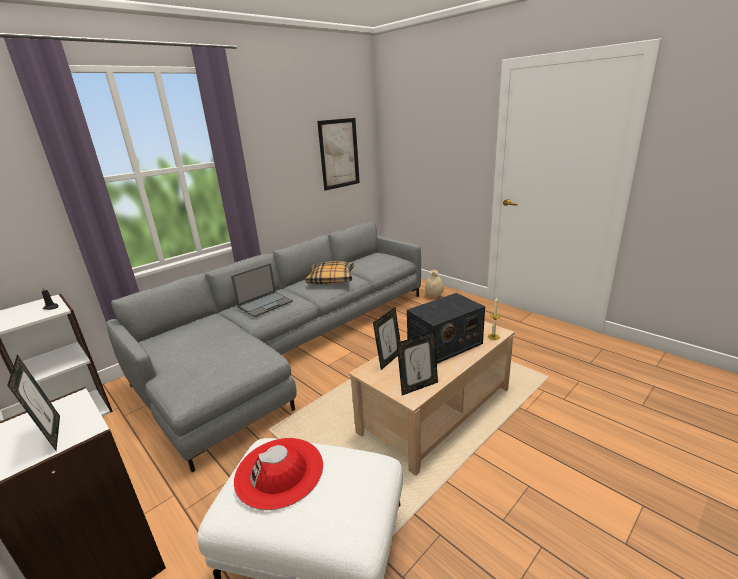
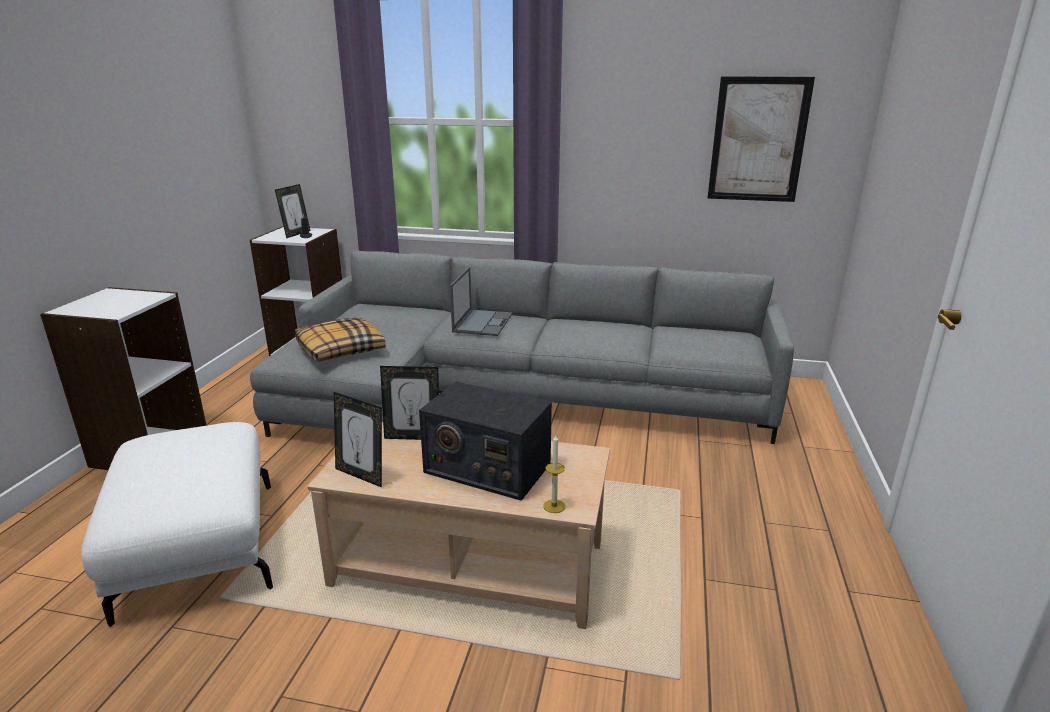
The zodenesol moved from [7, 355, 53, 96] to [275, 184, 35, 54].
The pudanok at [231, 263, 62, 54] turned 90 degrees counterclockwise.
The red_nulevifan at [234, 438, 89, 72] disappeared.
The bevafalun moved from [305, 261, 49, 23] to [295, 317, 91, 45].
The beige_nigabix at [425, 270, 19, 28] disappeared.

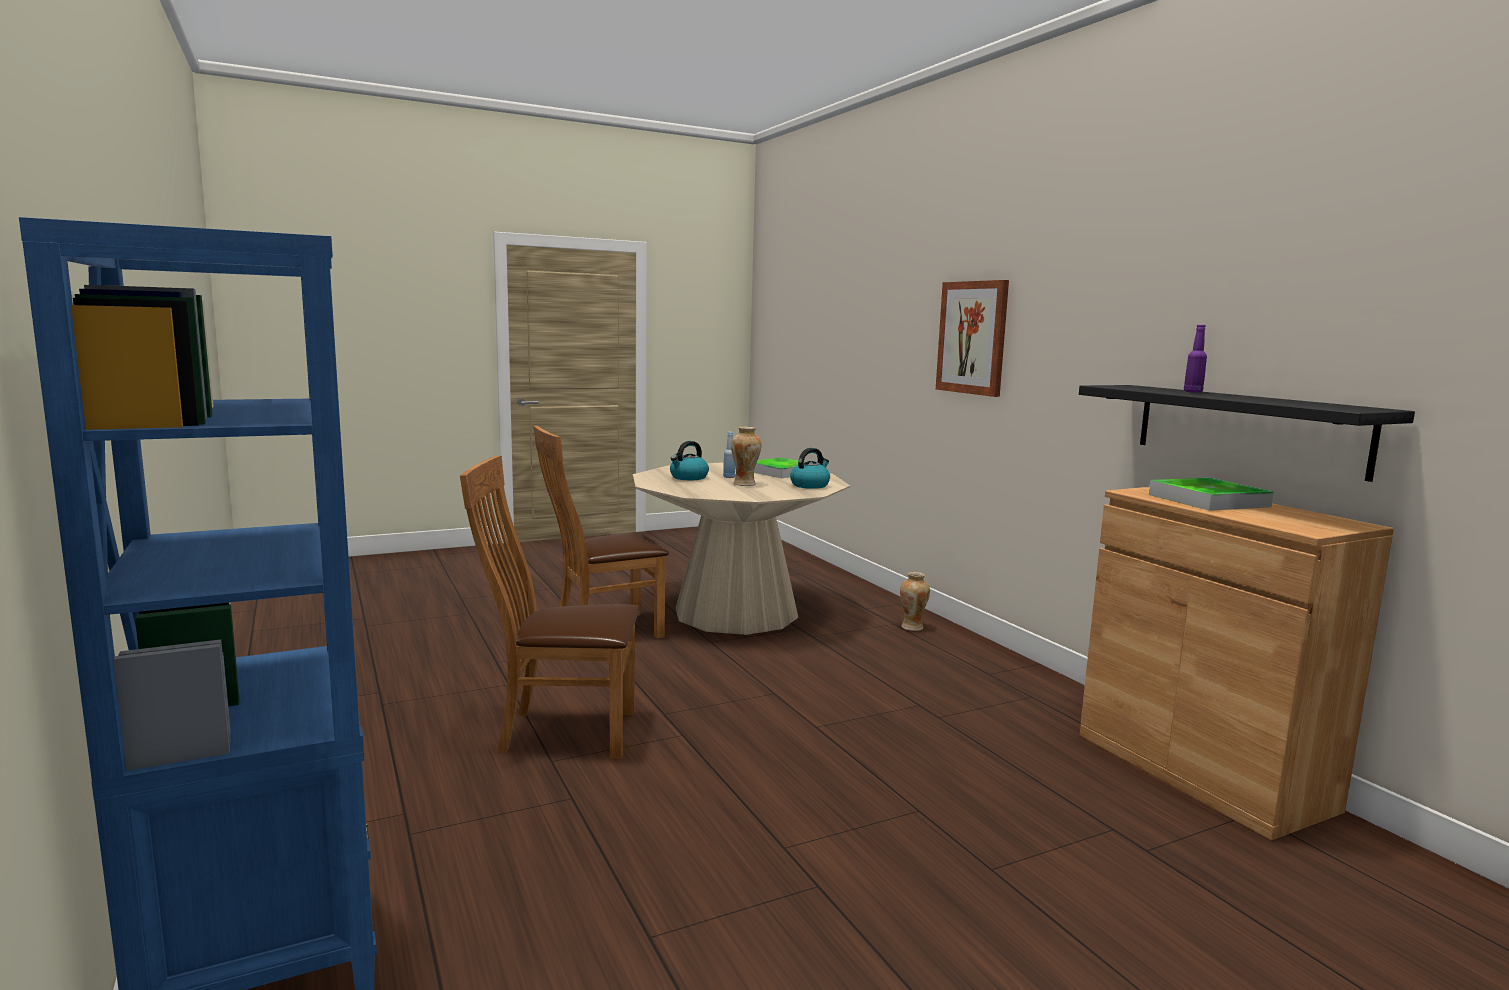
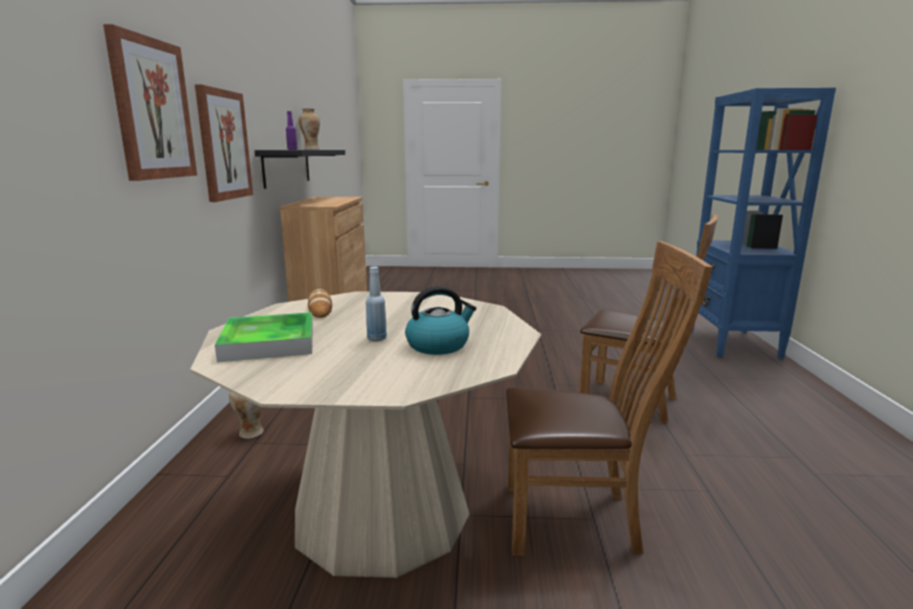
The nigabix moved from [731, 426, 31, 60] to [299, 108, 21, 42].
The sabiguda at [790, 448, 40, 41] was replaced by the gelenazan at [308, 289, 24, 29].
The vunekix at [1149, 478, 125, 33] disappeared.
The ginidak at [195, 85, 58, 117] appeared.

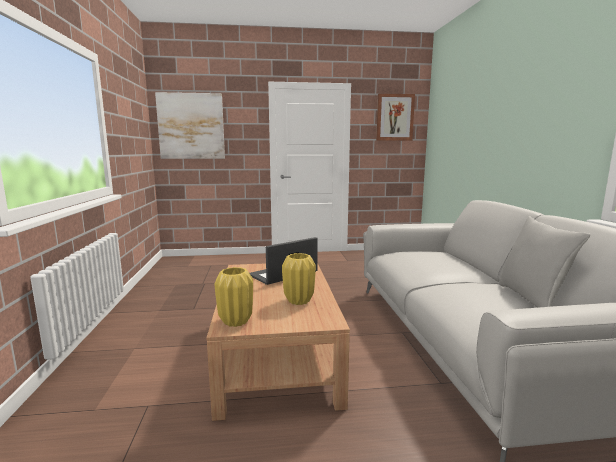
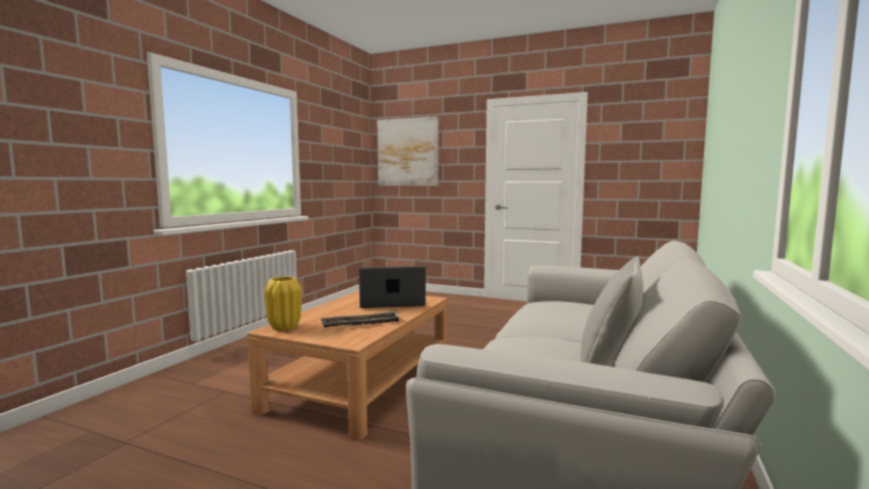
The yellow_nigabix at [282, 253, 34, 52] was replaced by the vunekix at [320, 311, 81, 16].
The ginidak at [376, 93, 39, 48] disappeared.

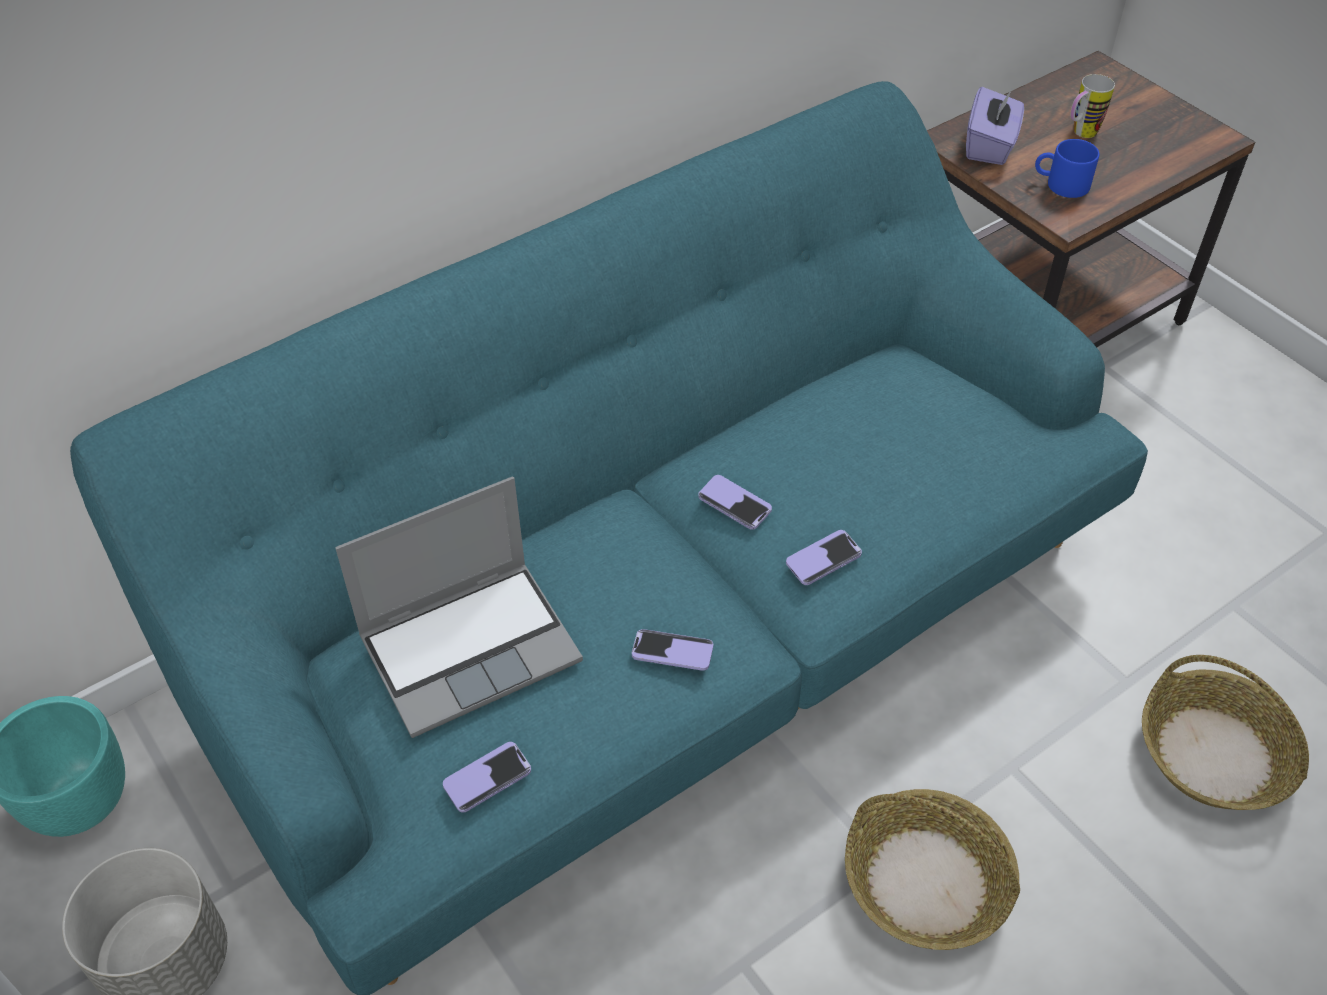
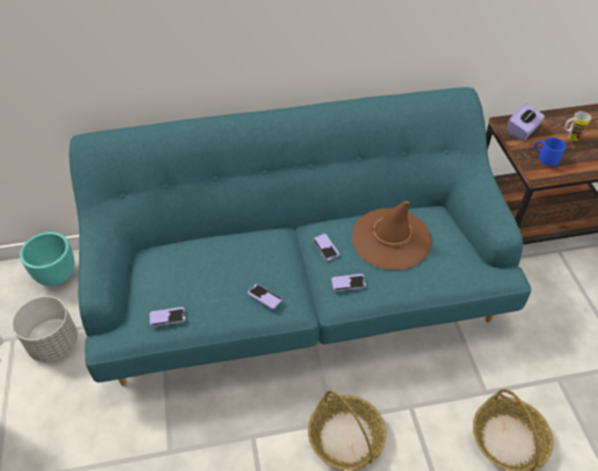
The pudanok at [335, 477, 248, 261] disappeared.
The brown_nulevifan at [352, 200, 80, 70] appeared.

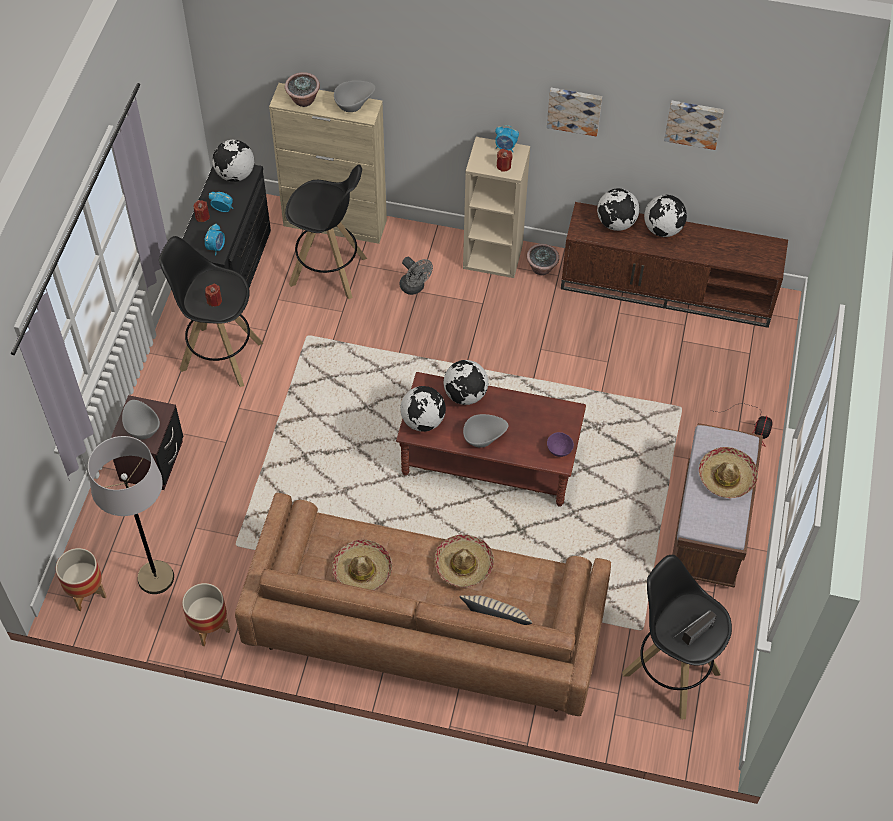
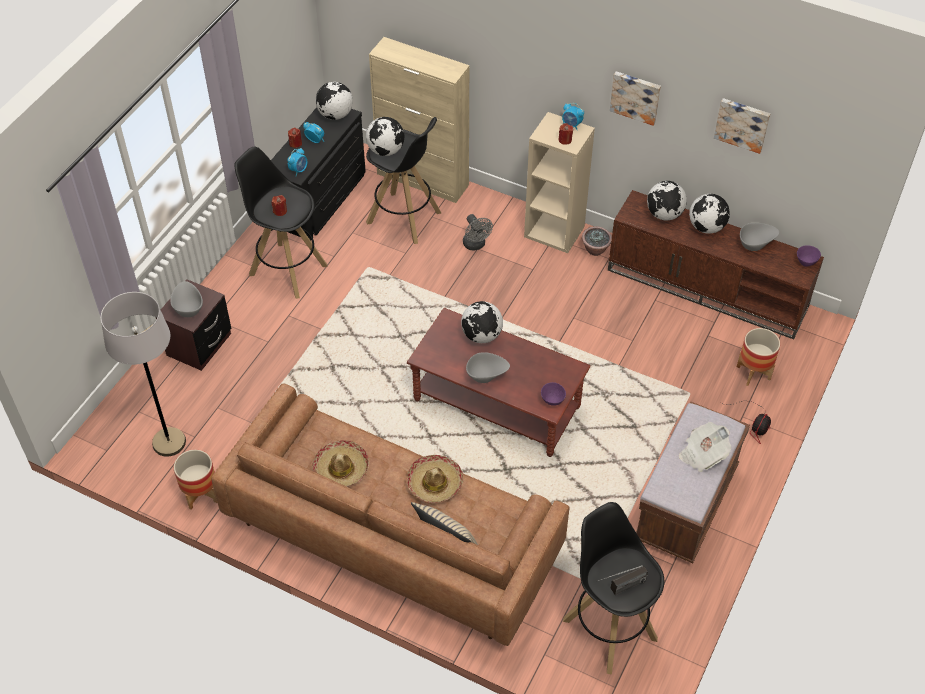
The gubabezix moved from [56, 548, 51, 63] to [737, 328, 43, 58].
The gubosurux at [285, 72, 35, 35] disappeared.
The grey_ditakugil moved from [334, 81, 41, 31] to [740, 223, 39, 28].
The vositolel moved from [400, 386, 46, 46] to [366, 117, 39, 39].
The nulevifan at [699, 447, 59, 52] was replaced by the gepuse at [679, 422, 52, 50].
The purple_ditakugil at [797, 245, 24, 21] appeared.

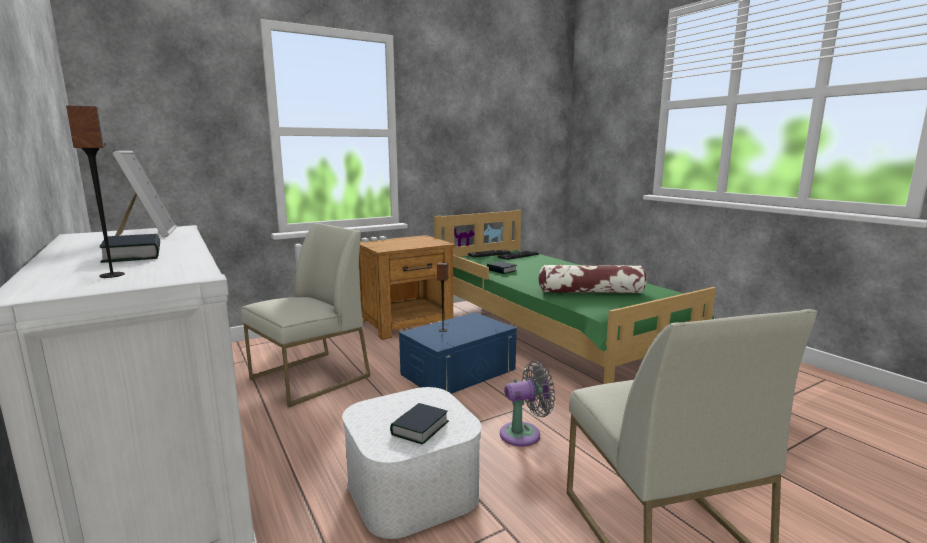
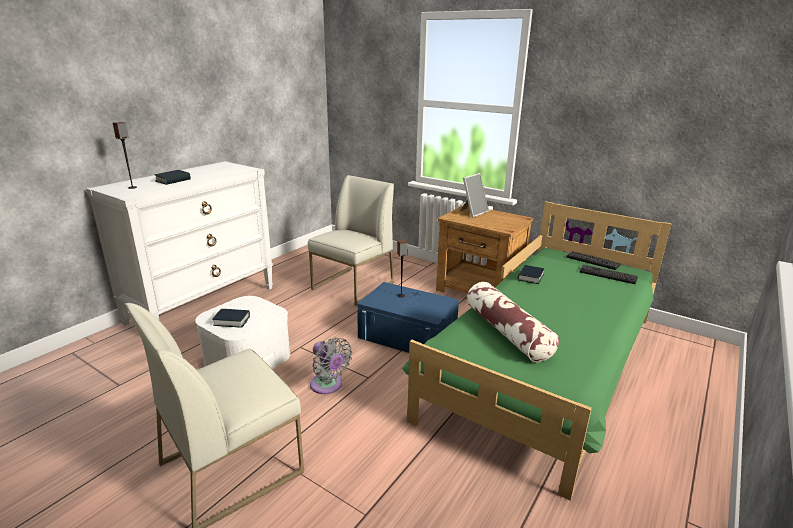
The zodenesol moved from [112, 151, 65, 86] to [460, 173, 29, 45].
The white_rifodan at [241, 223, 129, 184] turned 75 degrees counterclockwise.

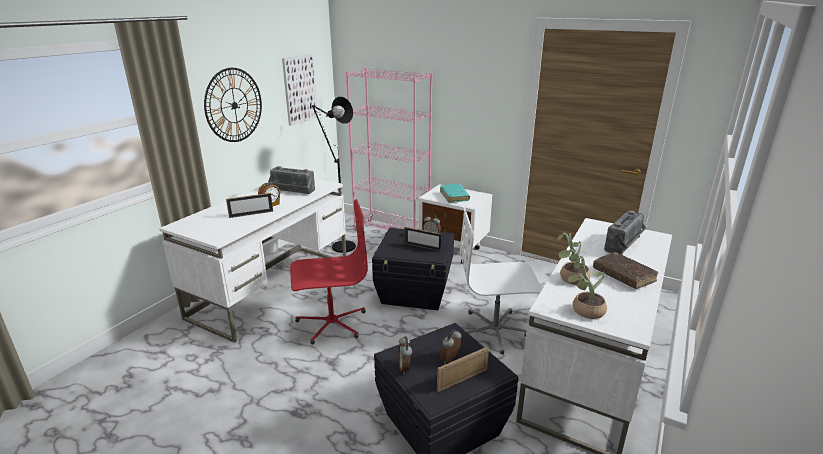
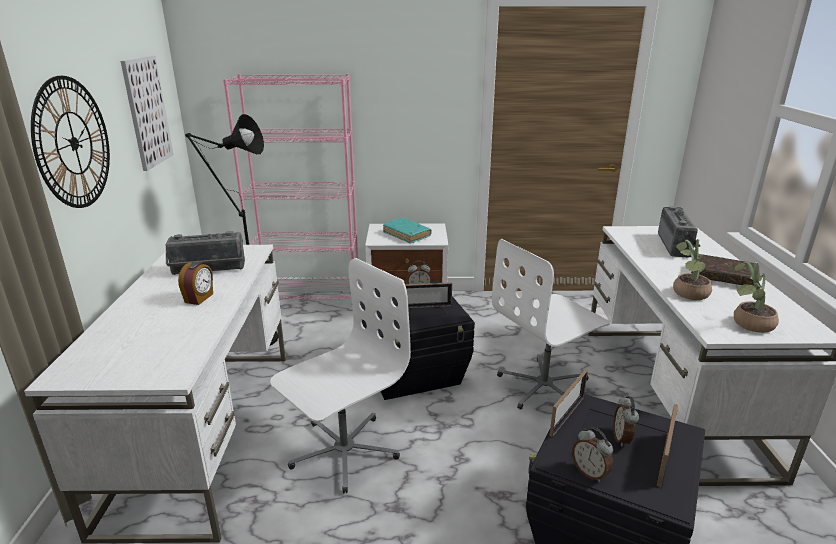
The zodenesol moved from [226, 193, 47, 25] to [549, 370, 39, 67].
The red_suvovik at [290, 199, 78, 146] became the white_suvovik at [270, 258, 141, 235].

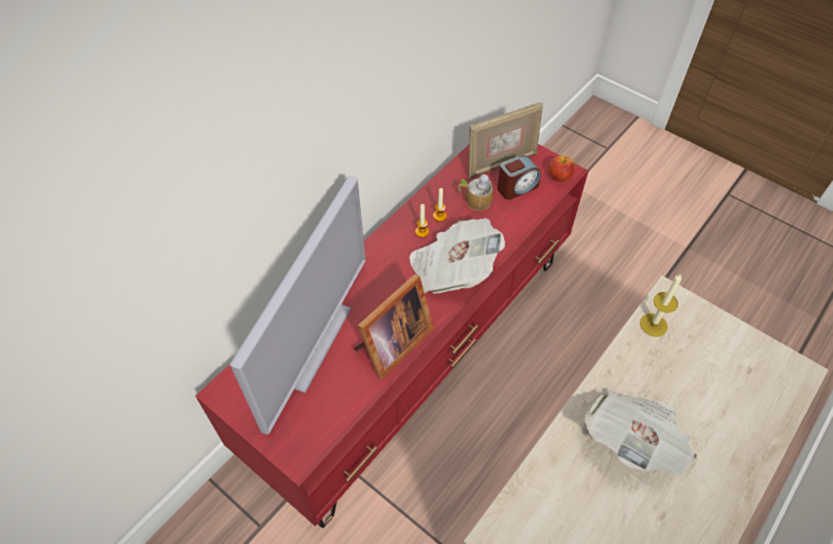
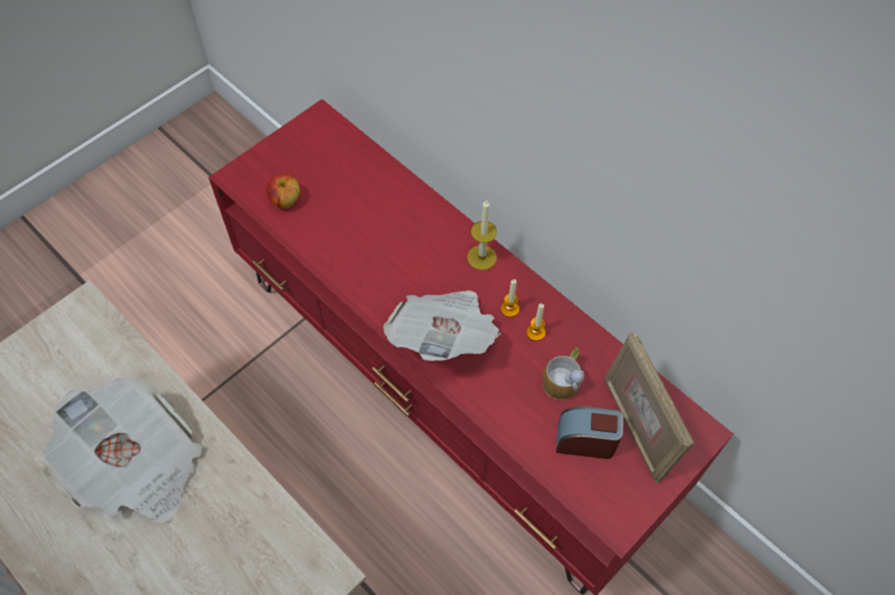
The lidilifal at [230, 176, 136, 259] disappeared.
The zodenesol at [354, 274, 80, 105] disappeared.
The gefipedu at [497, 155, 44, 45] turned 120 degrees clockwise.
The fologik moved from [549, 156, 27, 26] to [266, 174, 34, 35].
The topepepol moved from [640, 274, 42, 63] to [467, 199, 30, 71].

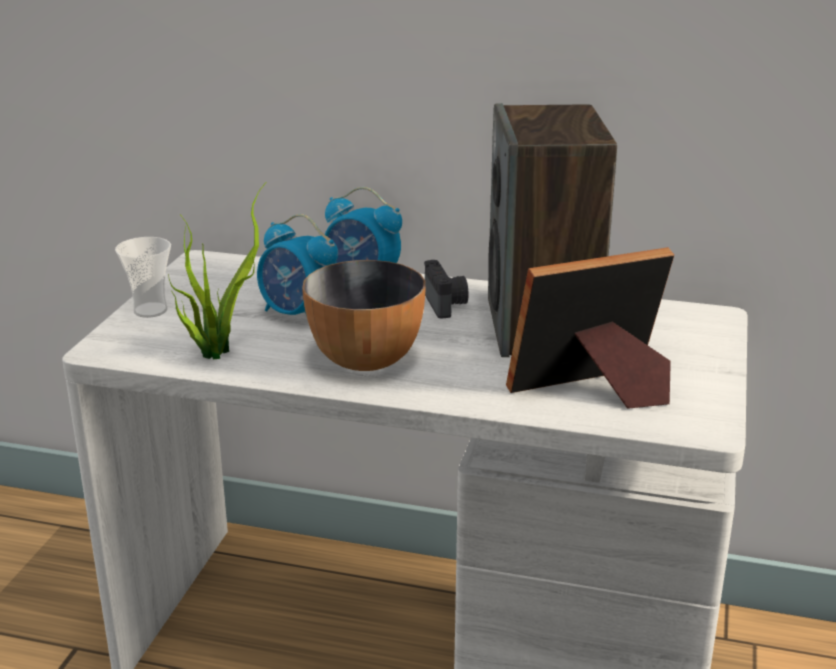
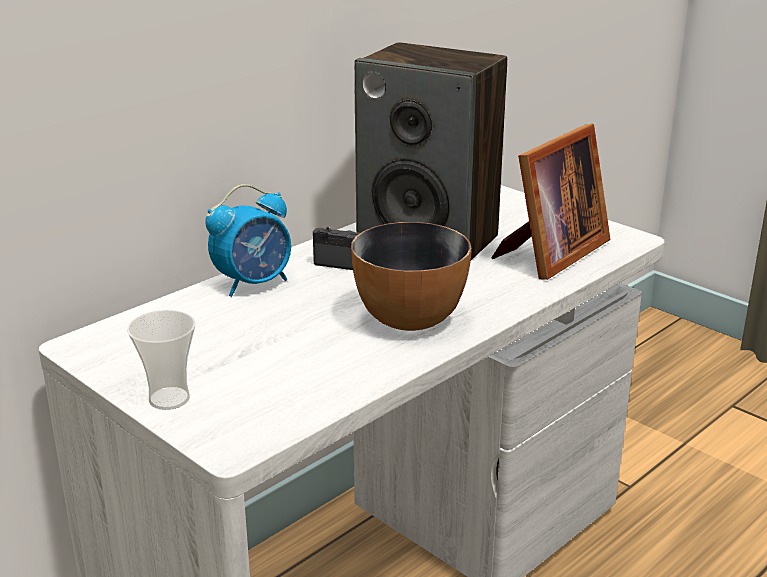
The gubosurux at [168, 182, 98, 177] disappeared.
The gefipedu at [257, 214, 81, 103] disappeared.
The zodenesol at [506, 247, 168, 162] turned 150 degrees counterclockwise.

